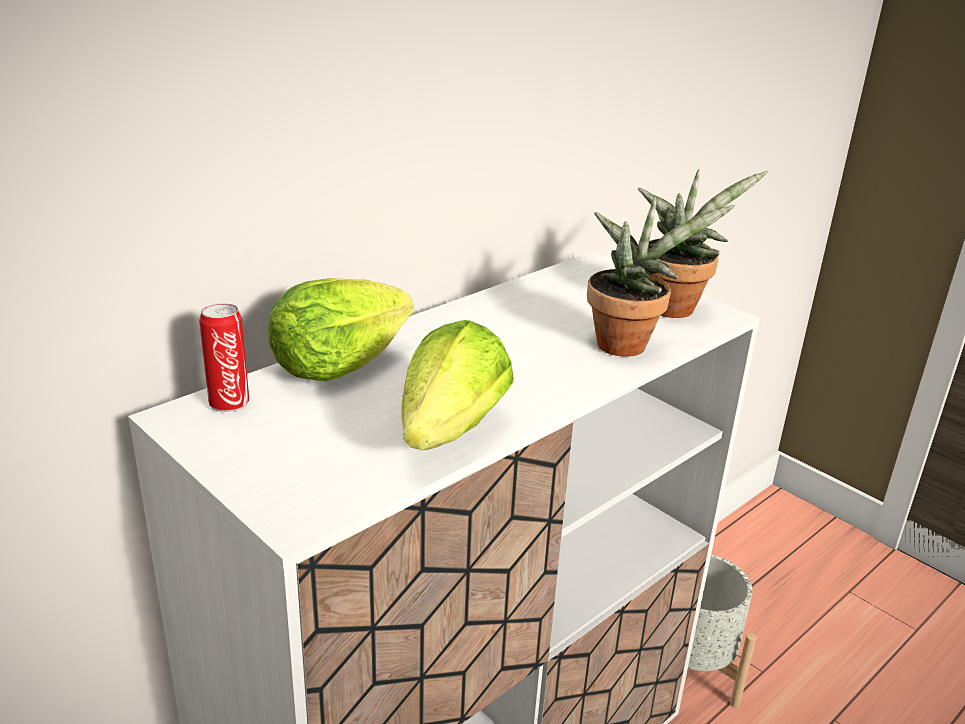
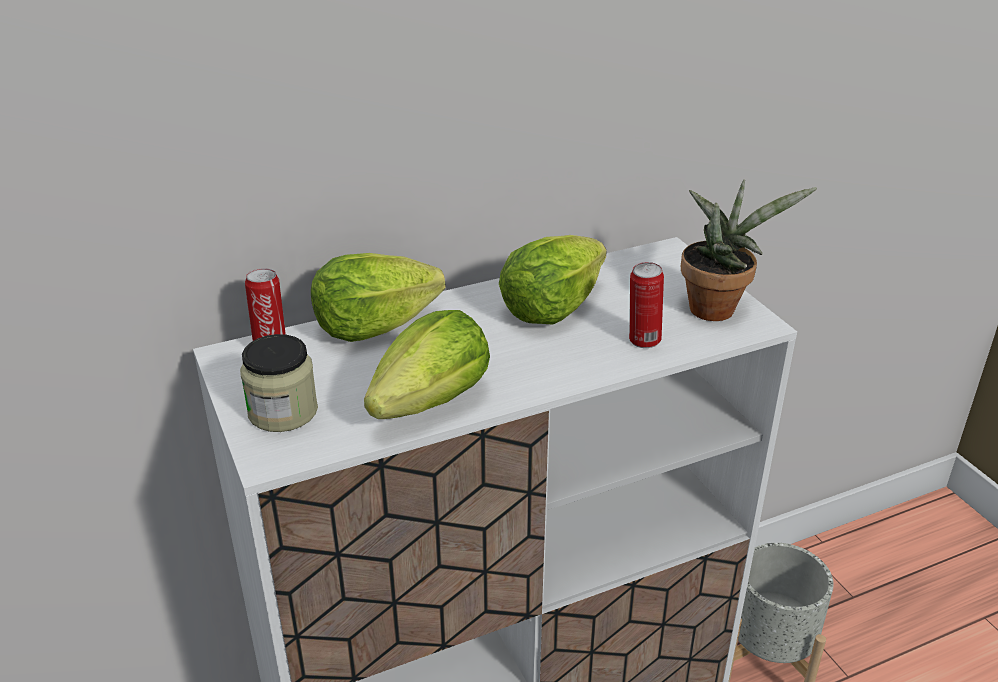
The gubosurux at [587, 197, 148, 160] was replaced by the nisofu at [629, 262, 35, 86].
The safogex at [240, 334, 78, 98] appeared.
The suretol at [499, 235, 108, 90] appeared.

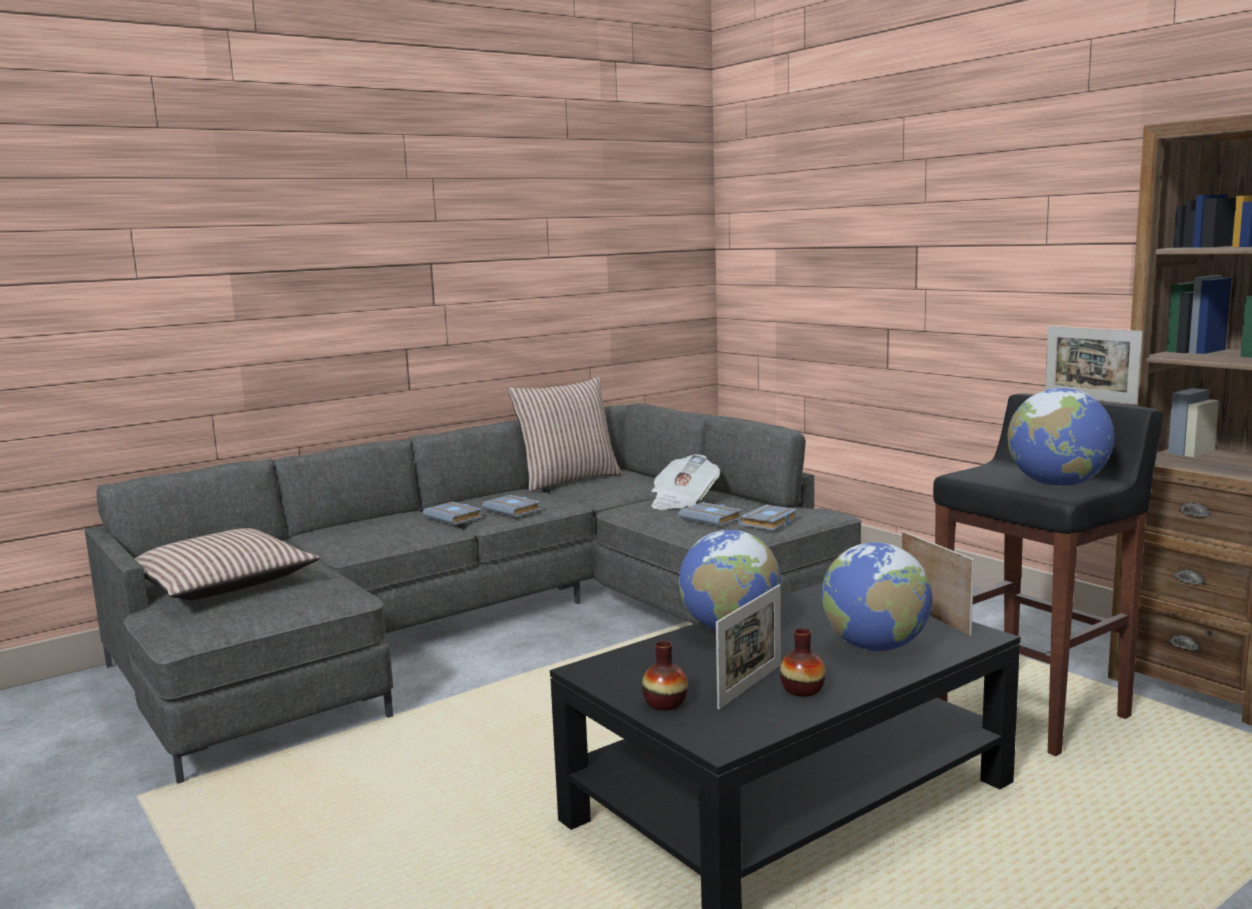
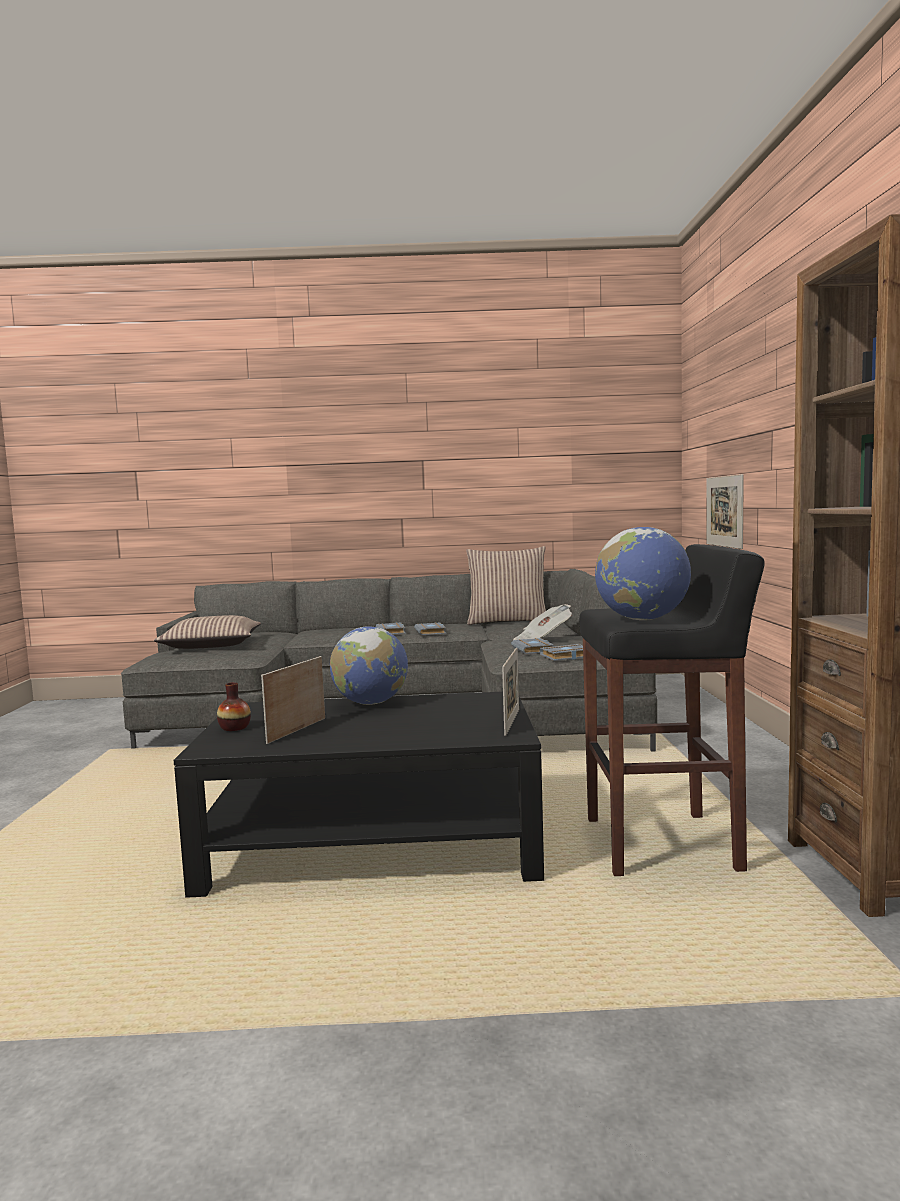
The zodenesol at [716, 584, 65, 126] turned 135 degrees clockwise.
The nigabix at [780, 628, 45, 69] disappeared.
The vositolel at [822, 542, 111, 110] disappeared.

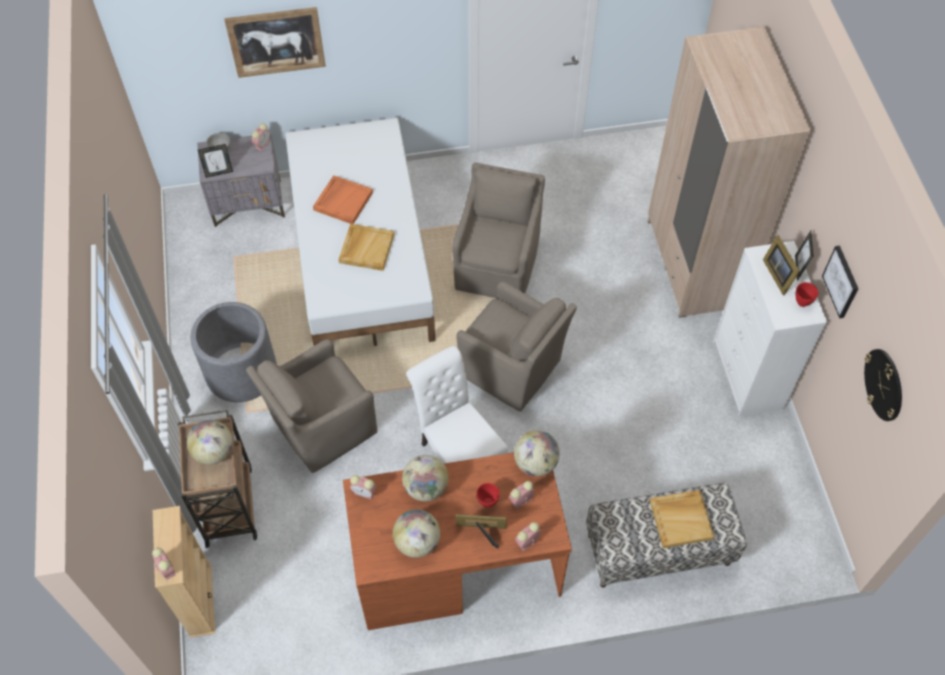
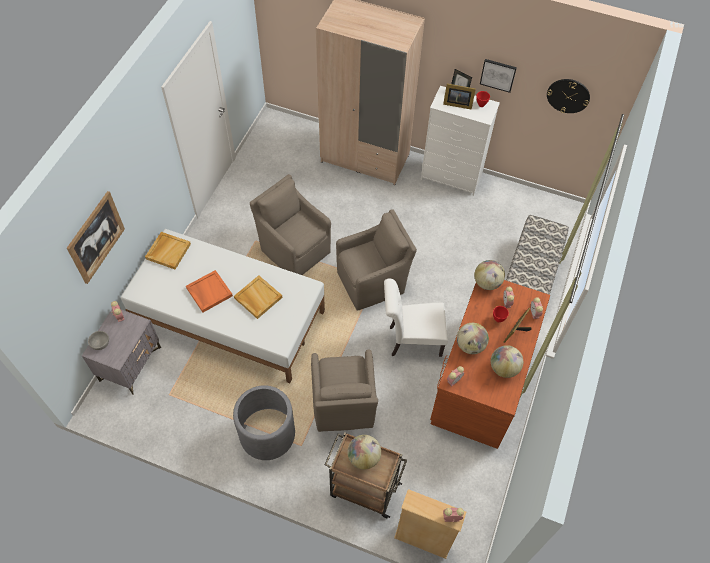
The zodenesol at [198, 144, 35, 34] disappeared.
The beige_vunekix moved from [650, 490, 64, 58] to [145, 232, 46, 37].

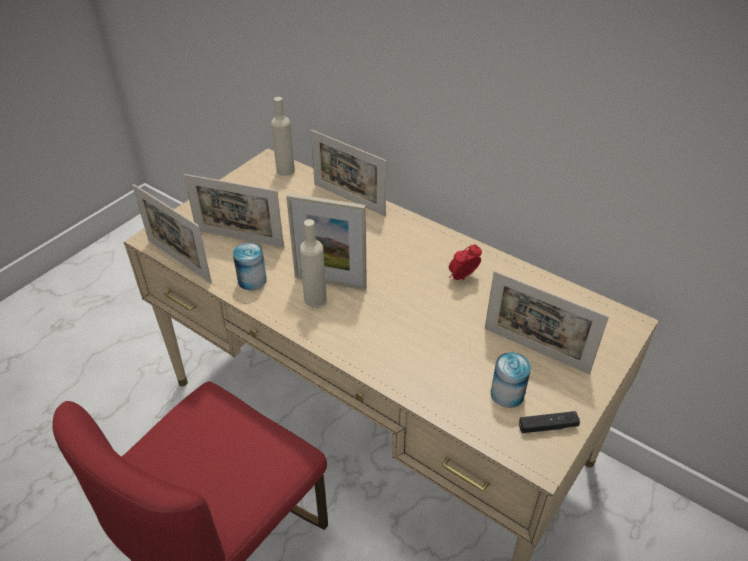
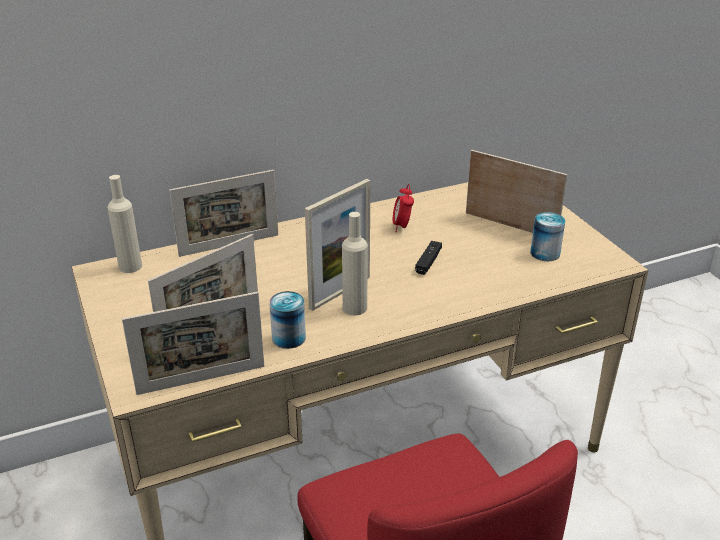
The zodenesol at [485, 271, 124, 103] turned 120 degrees counterclockwise.
The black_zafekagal moved from [519, 411, 61, 22] to [415, 241, 27, 34].

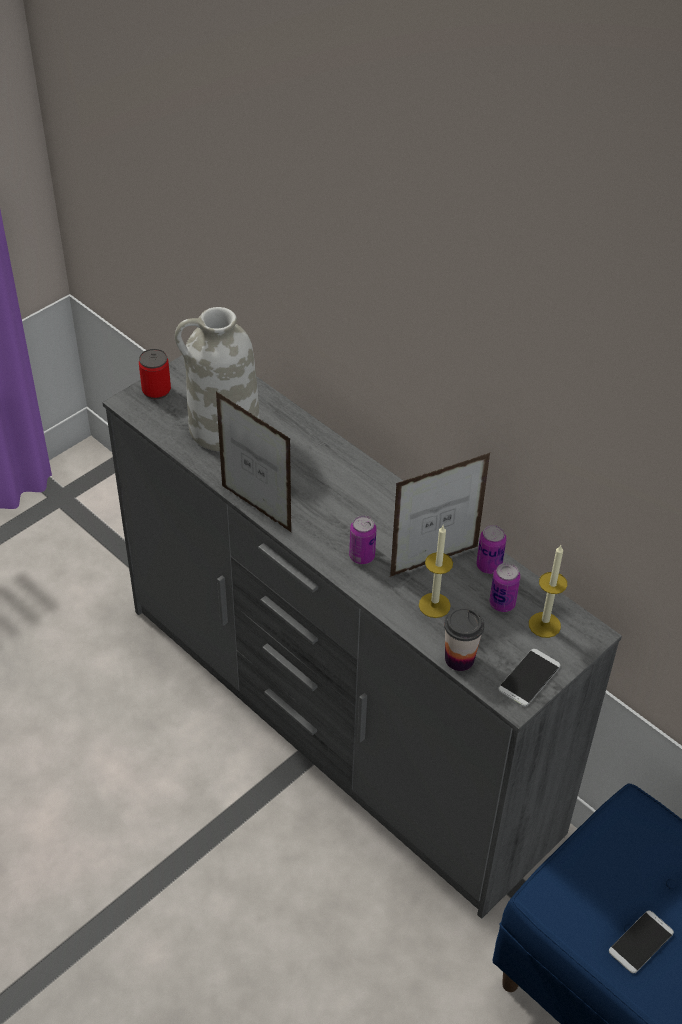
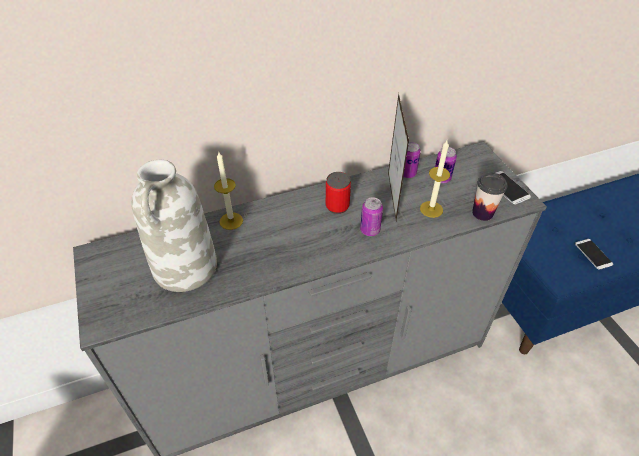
The nisofu moved from [139, 349, 32, 50] to [326, 172, 25, 42].
The zodenesol at [216, 392, 76, 141] disappeared.
The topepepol moved from [529, 545, 38, 93] to [214, 152, 29, 78].

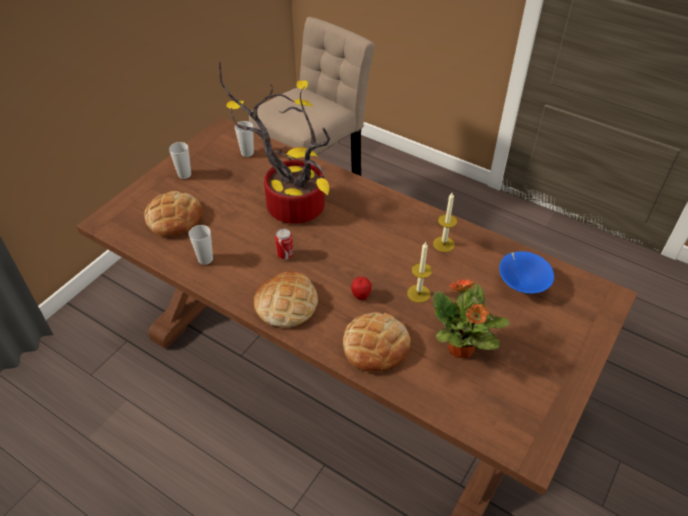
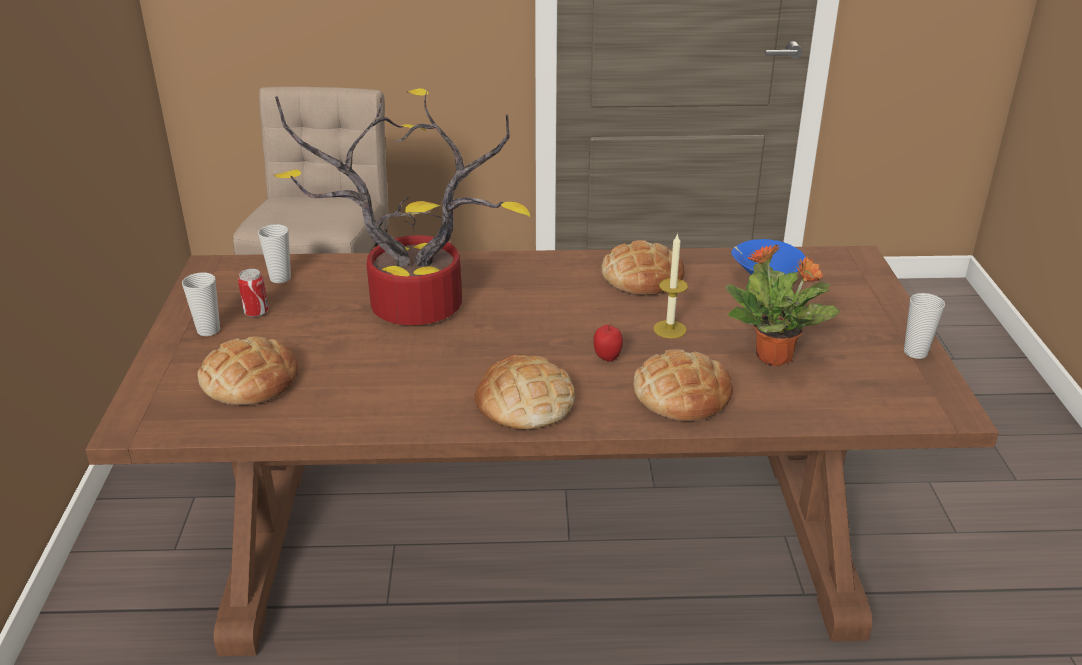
The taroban moved from [189, 225, 24, 40] to [904, 293, 41, 66].
The nisofu moved from [275, 228, 18, 31] to [238, 269, 30, 48].
The topepepol at [433, 193, 24, 59] was replaced by the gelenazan at [602, 240, 83, 56].

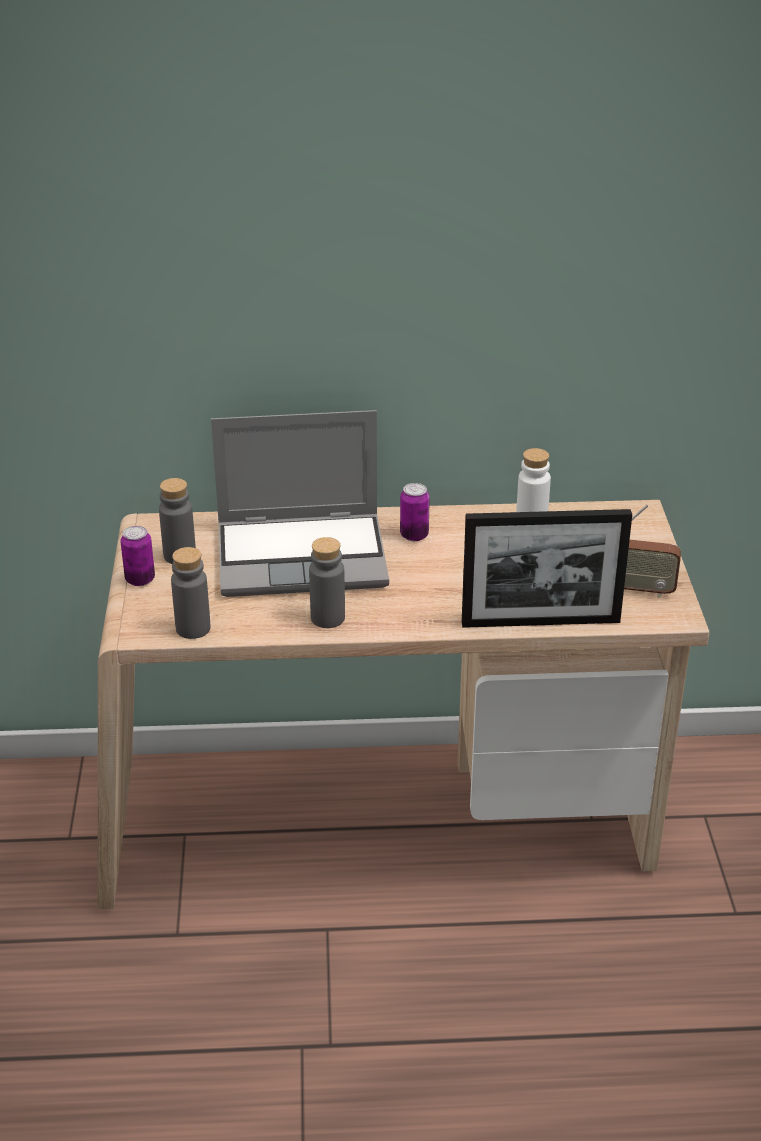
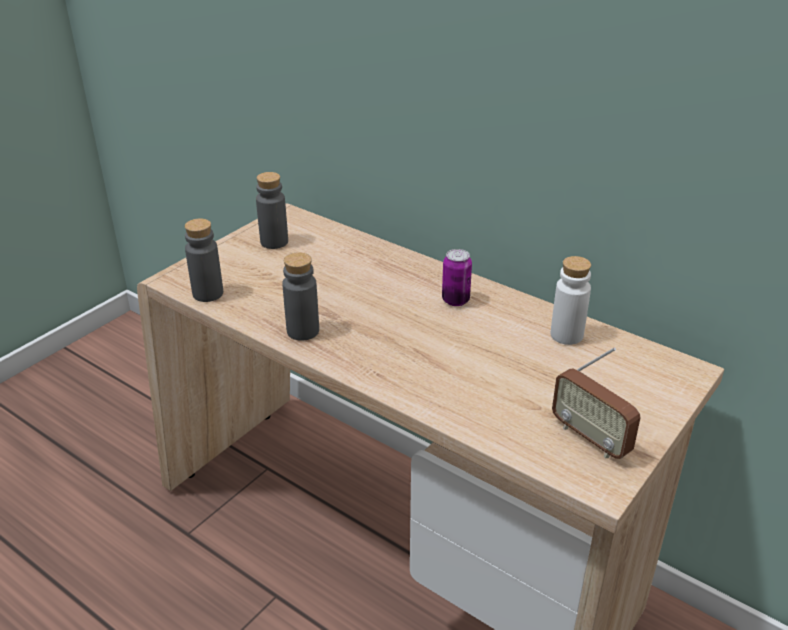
The nisofu at [120, 526, 35, 60] disappeared.
The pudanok at [211, 410, 178, 187] disappeared.
The zodenesol at [462, 509, 170, 119] disappeared.

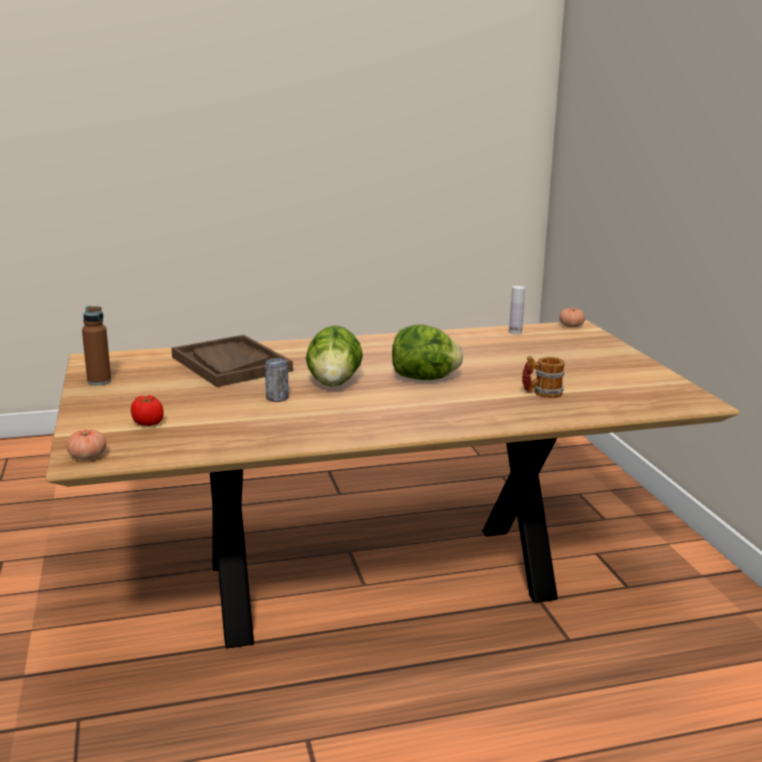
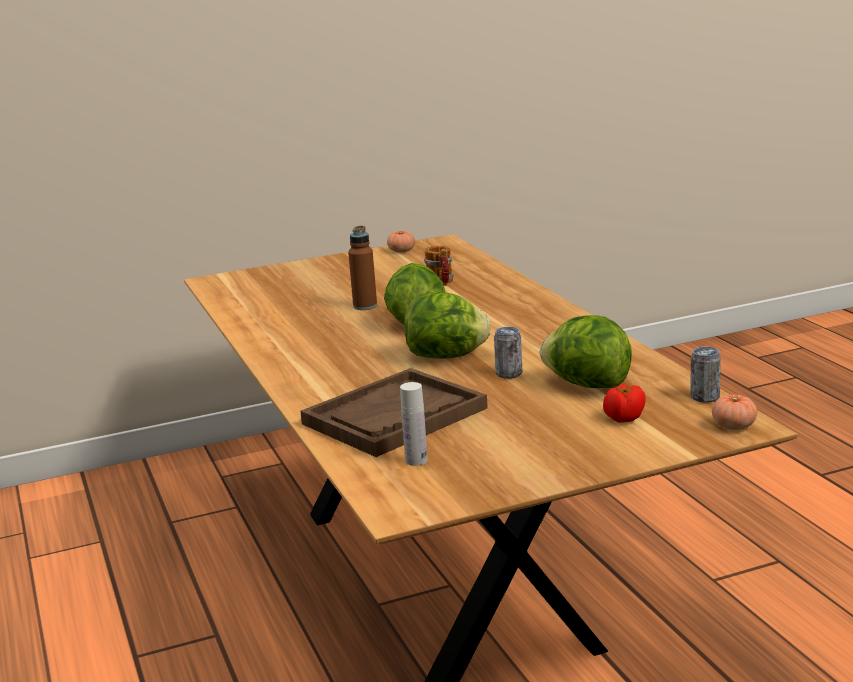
The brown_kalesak moved from [82, 306, 29, 79] to [348, 226, 29, 84].
The white_kalesak moved from [509, 286, 16, 49] to [400, 382, 28, 84].
The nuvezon moved from [559, 308, 26, 19] to [387, 231, 28, 22].
The suretol at [540, 315, 92, 73] appeared.
The nisofu at [690, 347, 31, 56] appeared.

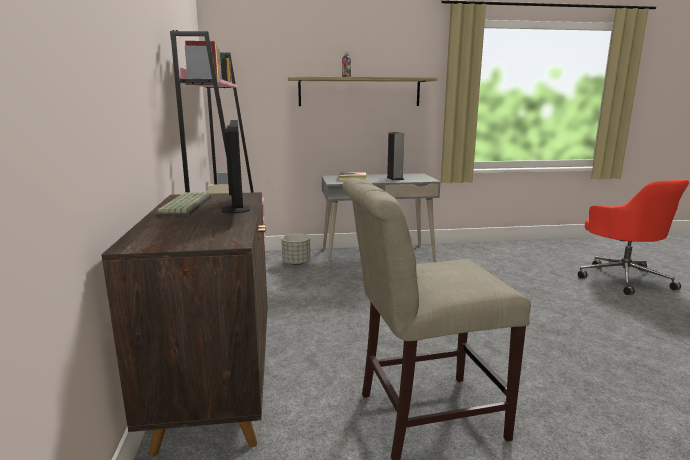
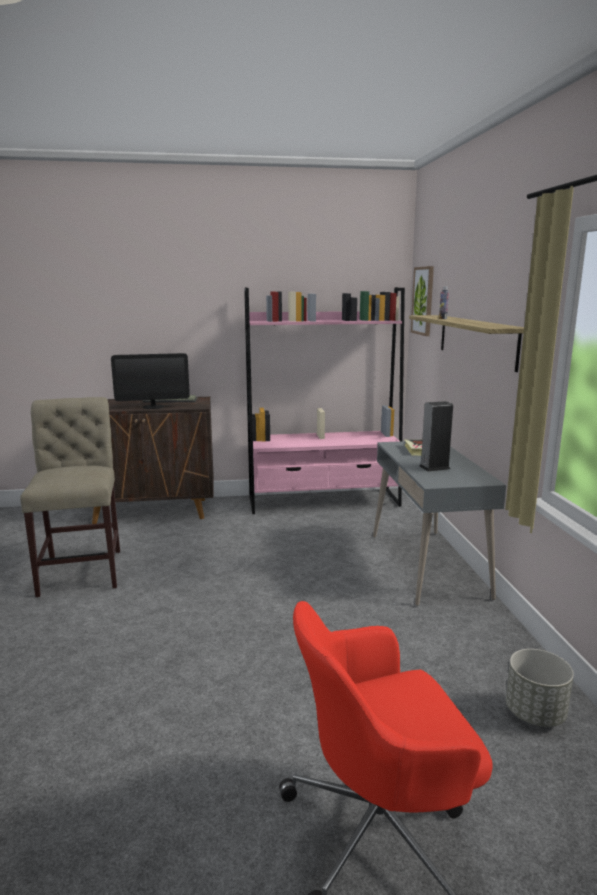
The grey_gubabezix moved from [281, 234, 30, 31] to [506, 649, 68, 78].
The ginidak at [411, 266, 23, 70] appeared.

